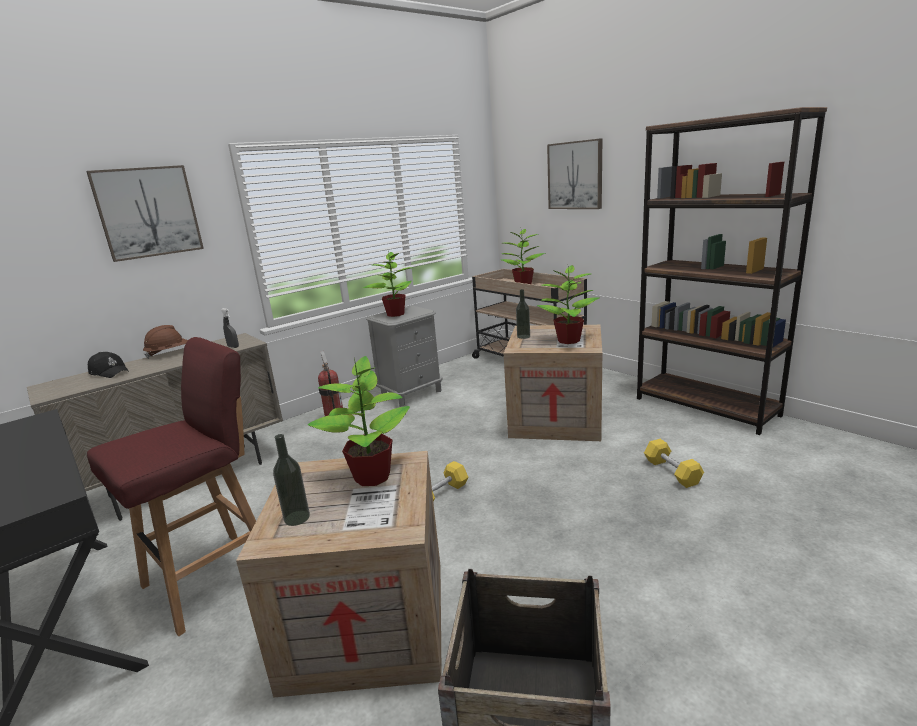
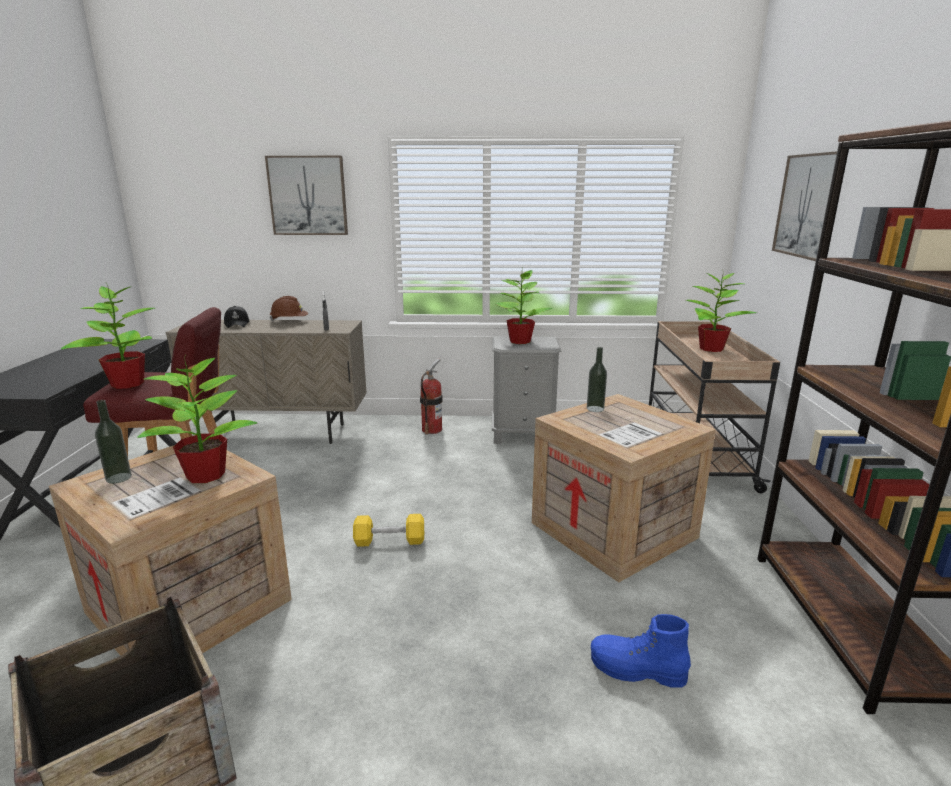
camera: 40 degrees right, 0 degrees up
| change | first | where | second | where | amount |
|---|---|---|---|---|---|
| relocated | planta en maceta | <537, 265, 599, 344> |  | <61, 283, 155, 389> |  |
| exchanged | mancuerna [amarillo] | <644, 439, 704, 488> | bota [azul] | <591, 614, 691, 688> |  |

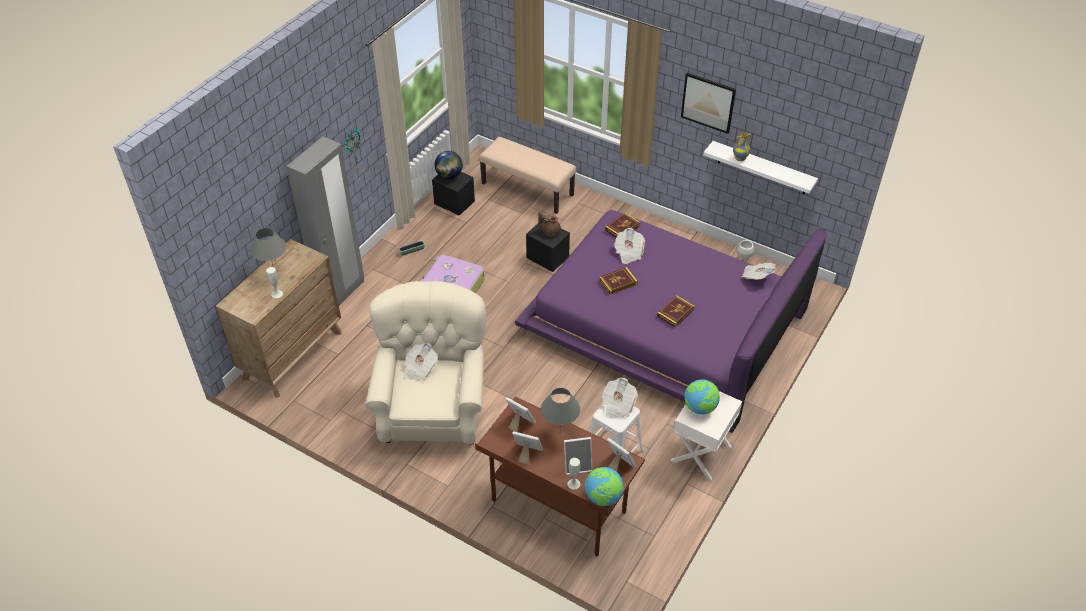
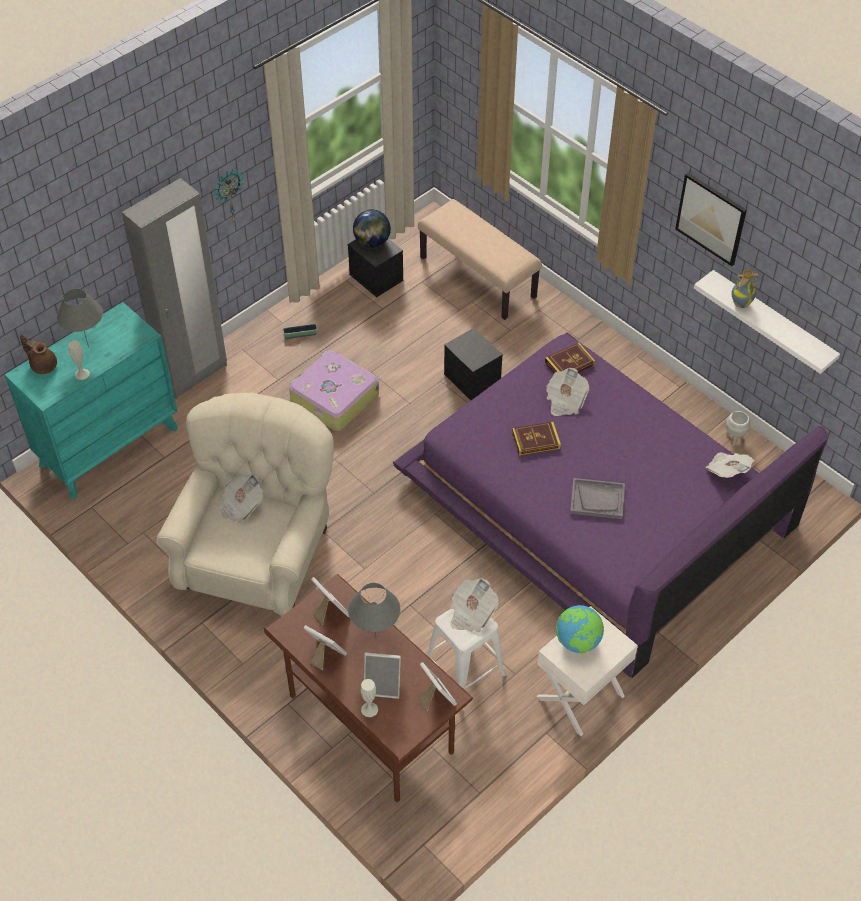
camera: 15 degrees right, 5 degrees up
| change | first | where | second | where | amount |
|---|---|---|---|---|---|
| missing | globo terráqueo | <585, 467, 624, 506> |  |  |  |
| relocated | tetera [marrón] | <538, 212, 561, 237> |  | <20, 335, 57, 374> |  |
| exchanged | libro | <657, 295, 695, 327> | bandeja [gris] | <570, 478, 625, 519> |  |
| colour | cómoda [marrón] | <216, 239, 342, 398> | cómoda [turquesa] | <5, 302, 178, 499> |  |

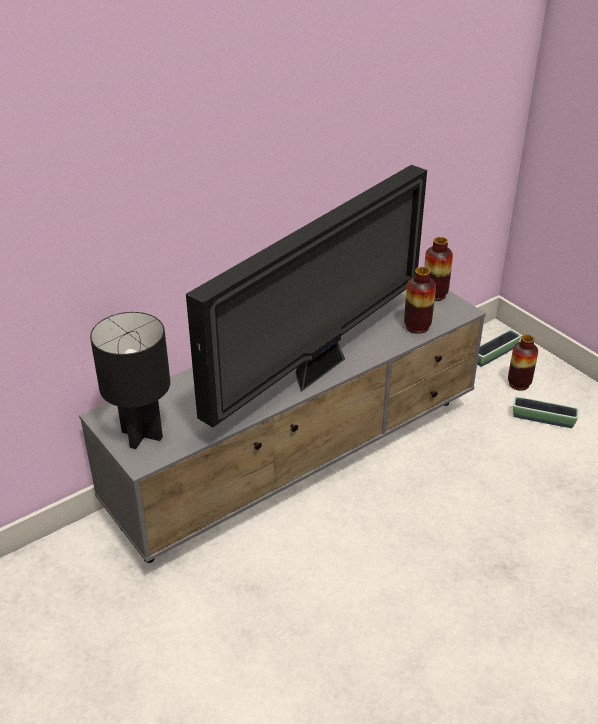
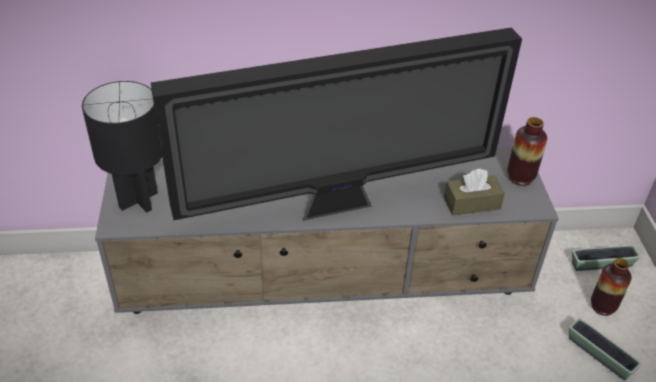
camera: 30 degrees right, 5 degrees up
| change | first | where | second | where | amount |
|---|---|---|---|---|---|
| exchanged | florero | <404, 267, 436, 334> | caja de pañuelos [marrón] | <444, 169, 505, 216> |  |

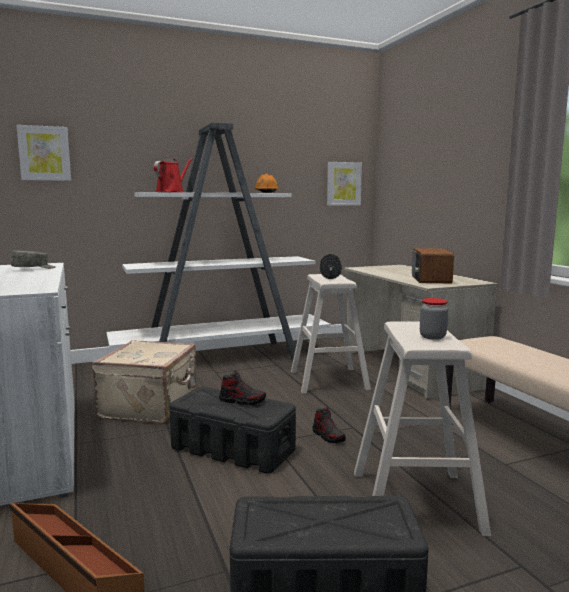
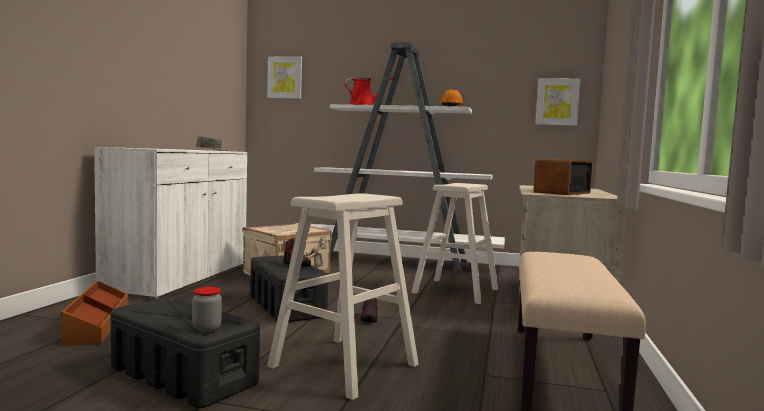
camera: 35 degrees right, 5 degrees down
| change | first | where | second | where | amount |
|---|---|---|---|---|---|
| missing | mancuerna [negro] | <320, 254, 342, 279> |  |  |  |
| relocated | tarro | <420, 298, 448, 340> |  | <192, 287, 222, 332> |  |

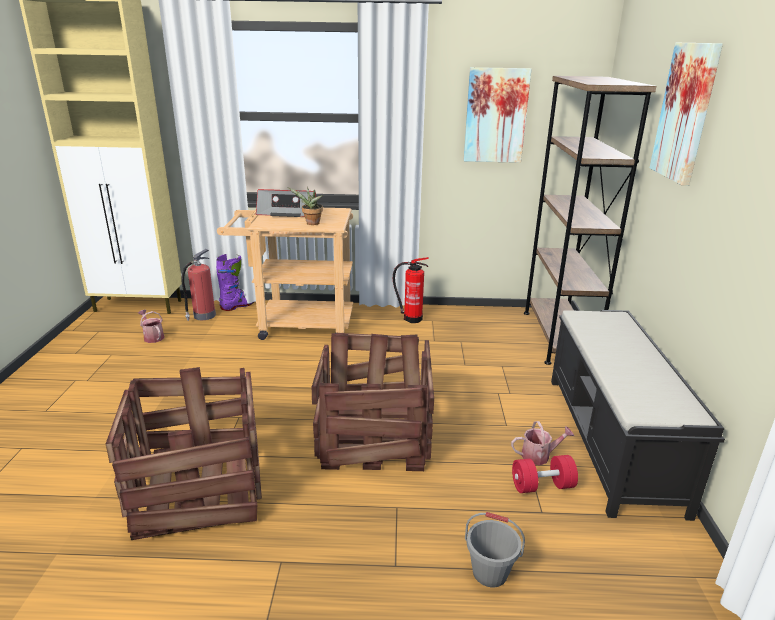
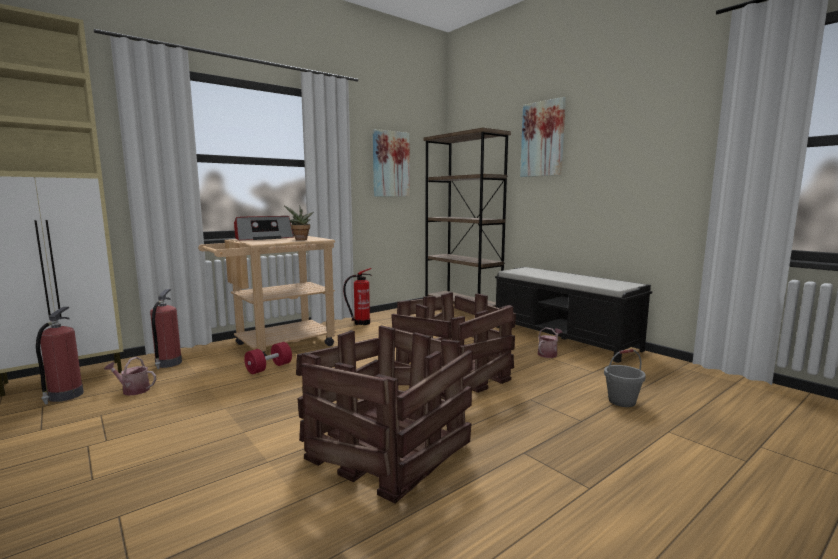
camera: 40 degrees left, 15 degrees down
| change | first | where | second | where | amount |
|---|---|---|---|---|---|
| missing | bota [morado] | <216, 254, 254, 311> |  |  |  |
| appeared |  |  | extintor | <36, 307, 84, 405> |  |
| relocated | mancuerna [rojo] | <512, 455, 578, 493> |  | <244, 342, 292, 374> |  |

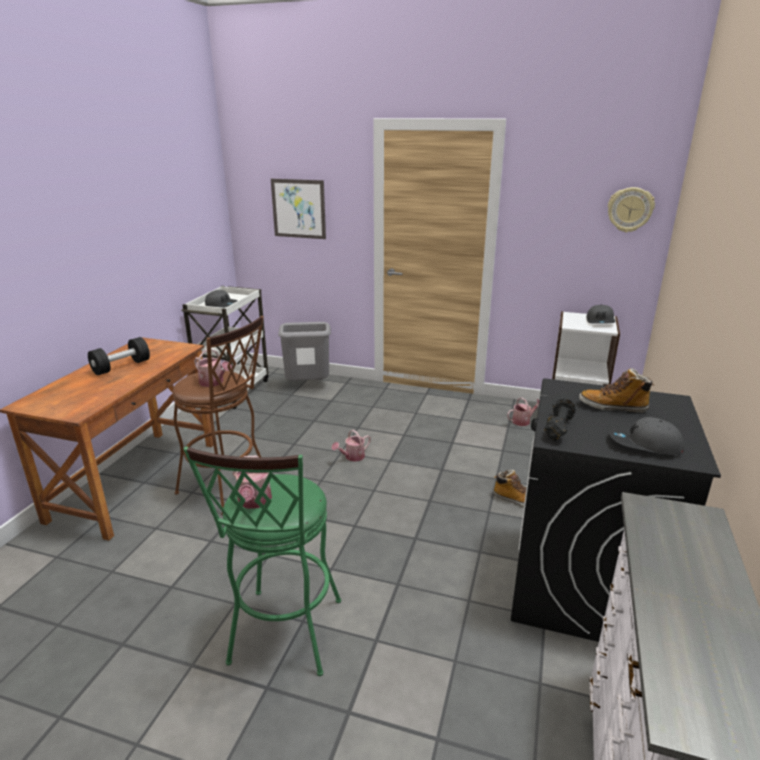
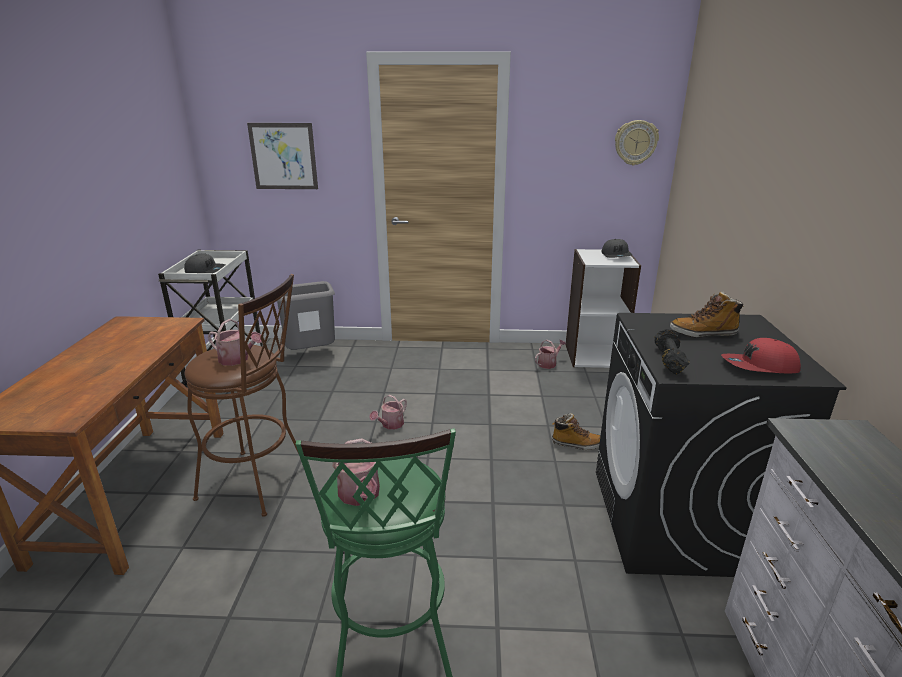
camera: 15 degrees left, 0 degrees up
| change | first | where | second | where | amount |
|---|---|---|---|---|---|
| missing | mancuerna [negro] | <88, 337, 150, 375> |  |  |  |
| colour | gorra [gris] | <609, 417, 684, 455> | gorra [rojo] | <721, 338, 801, 373> |  |

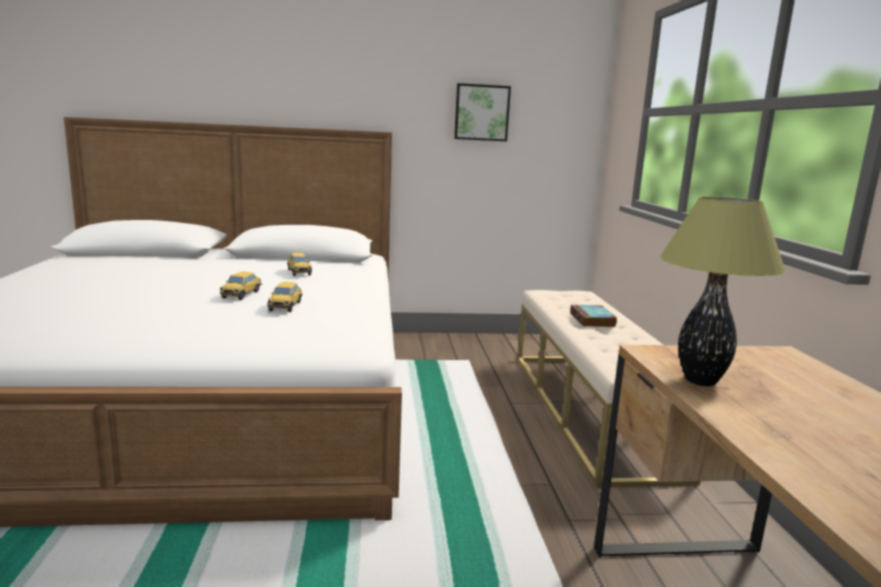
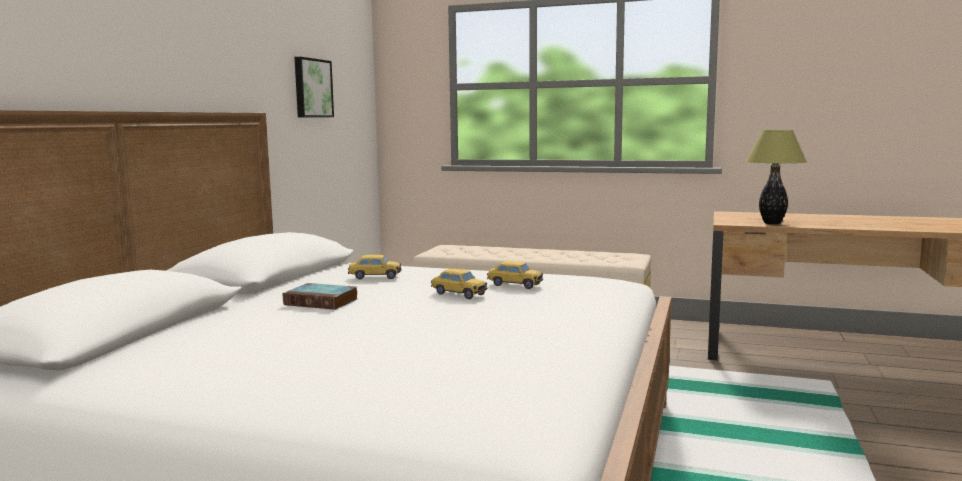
camera: 65 degrees left, 5 degrees down
| change | first | where | second | where | amount |
|---|---|---|---|---|---|
| relocated | libro | <570, 305, 617, 327> |  | <283, 283, 357, 310> |  |

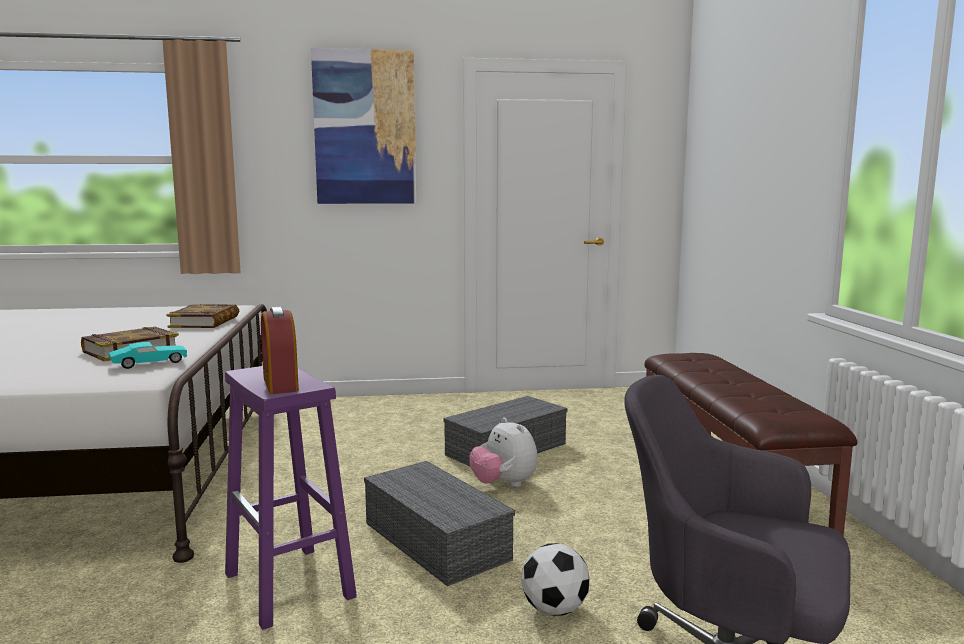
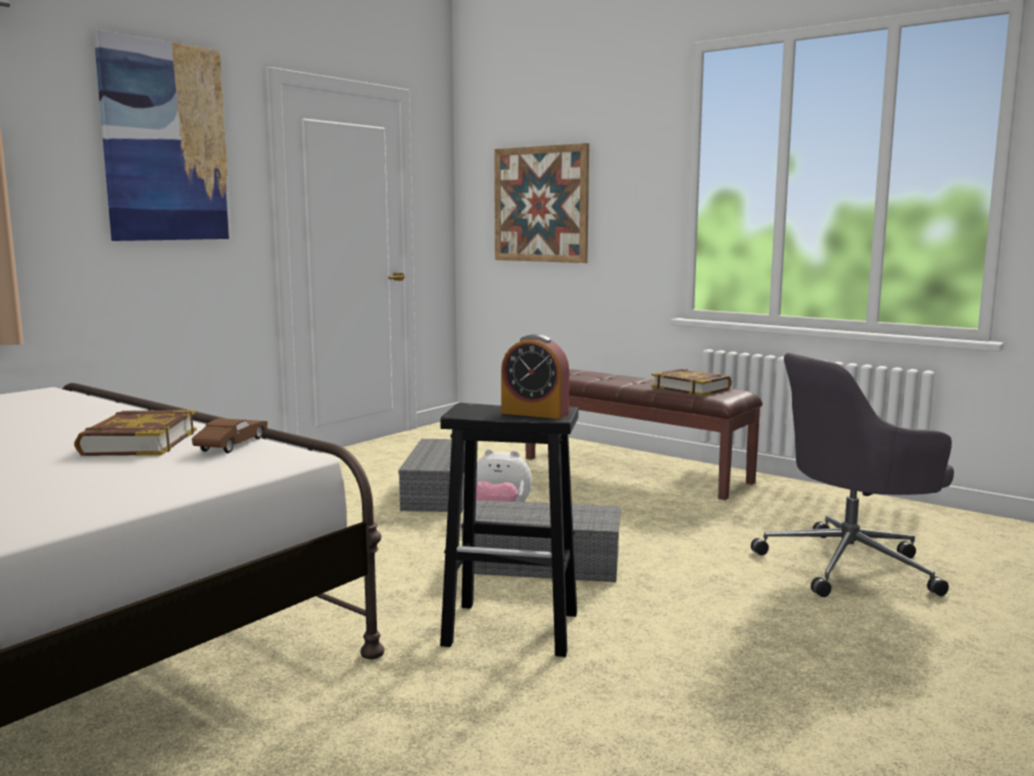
camera: 45 degrees left, 0 degrees up
| change | first | where | second | where | amount |
|---|---|---|---|---|---|
| missing | balón de fútbol | <521, 543, 590, 616> |  |  |  |
| appeared |  |  | cuadro | <494, 143, 589, 263> |  |
| relocated | libro | <166, 304, 239, 328> |  | <651, 369, 732, 396> |  |
| colour | coche de juguete [turquesa] | <108, 342, 187, 369> | coche de juguete [marrón] | <192, 418, 268, 453> |  |
| colour | taburete [morado] | <225, 366, 357, 630> | taburete [negro] | <440, 403, 578, 657> |  |

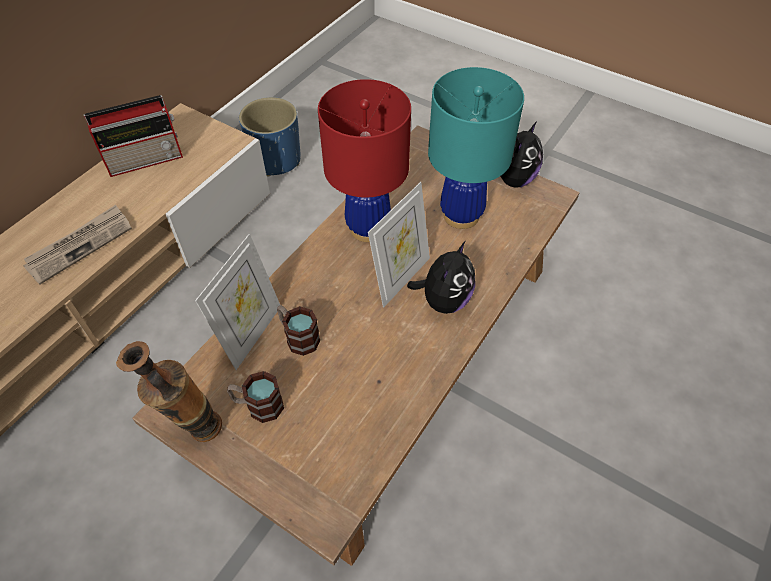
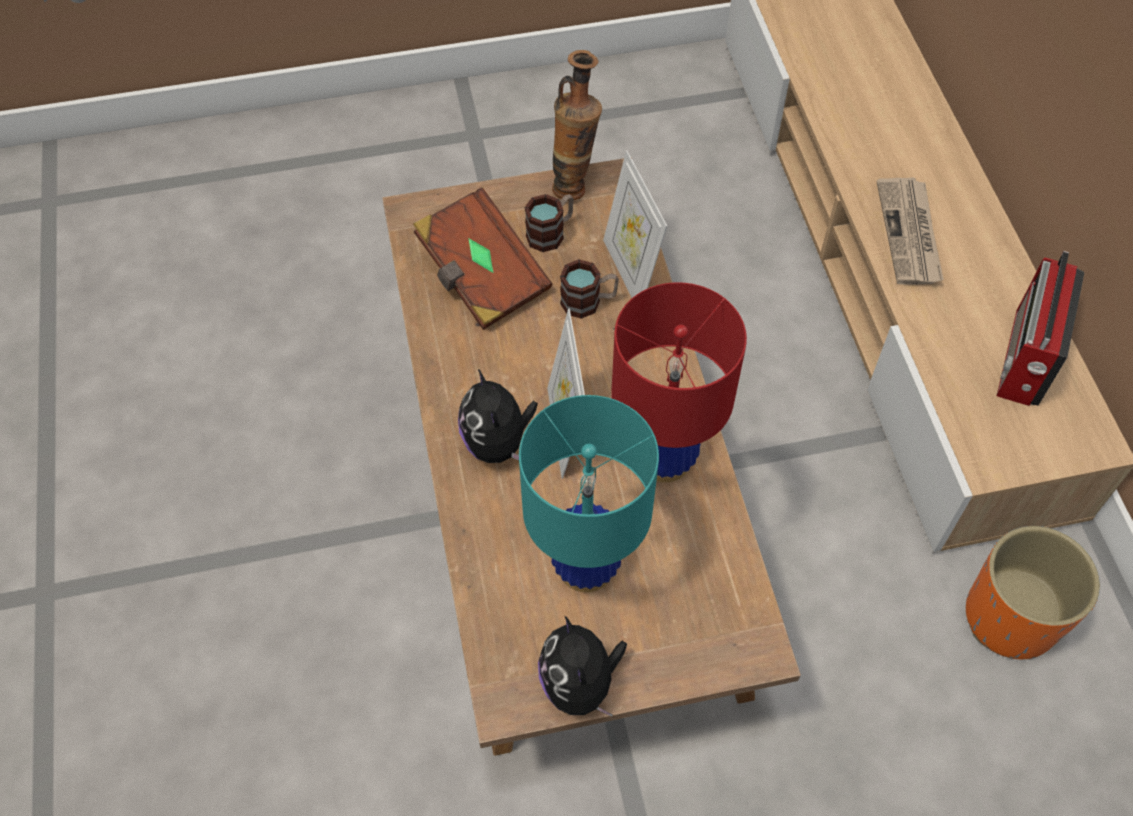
camera: 135 degrees right, 5 degrees up
| change | first | where | second | where | amount |
|---|---|---|---|---|---|
| appeared |  |  | libro [marrón] | <413, 187, 553, 330> |  |
| colour | maceta [azul] | <239, 97, 301, 177> | maceta [naranja] | <966, 526, 1100, 659> |  |

